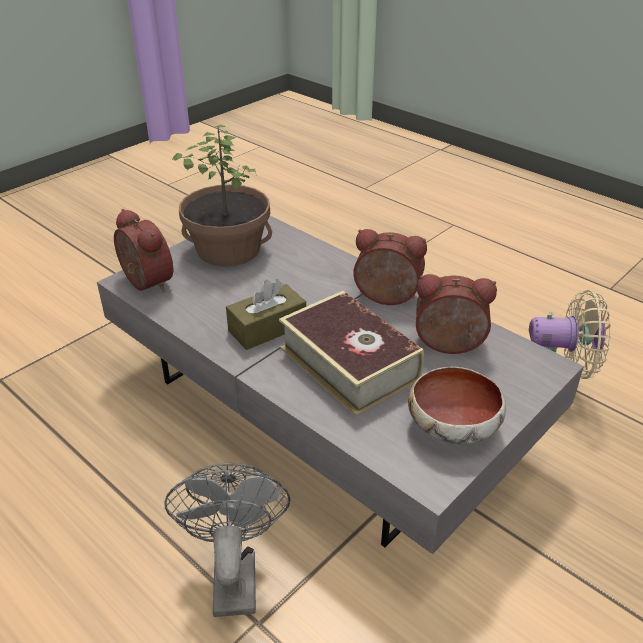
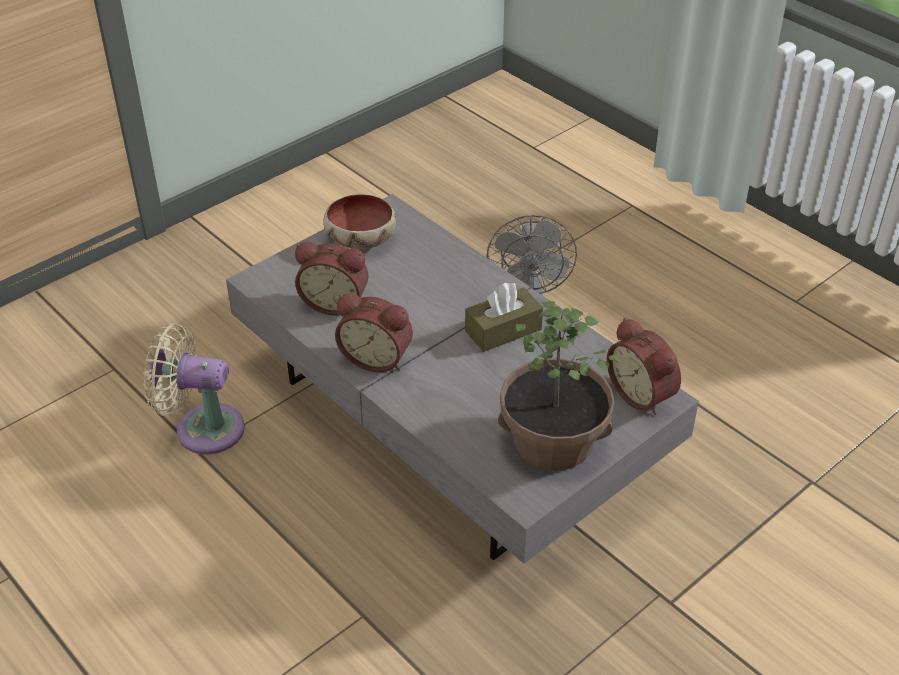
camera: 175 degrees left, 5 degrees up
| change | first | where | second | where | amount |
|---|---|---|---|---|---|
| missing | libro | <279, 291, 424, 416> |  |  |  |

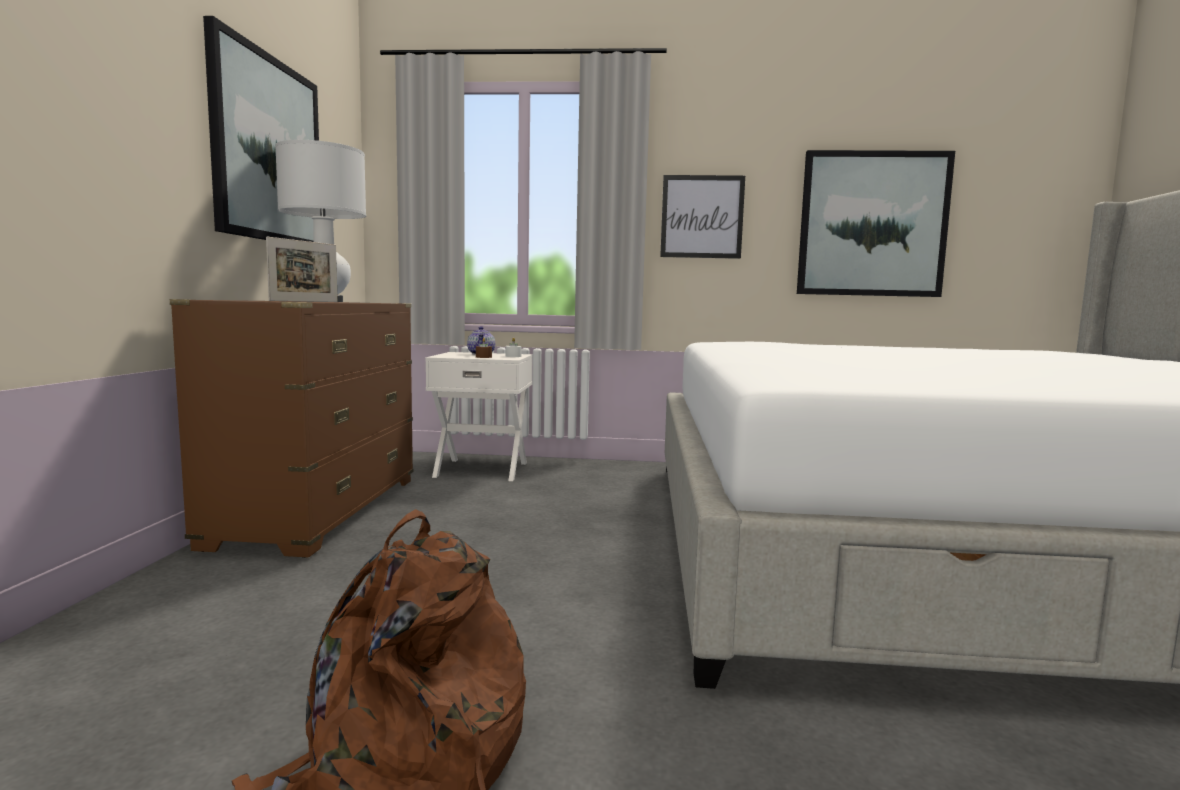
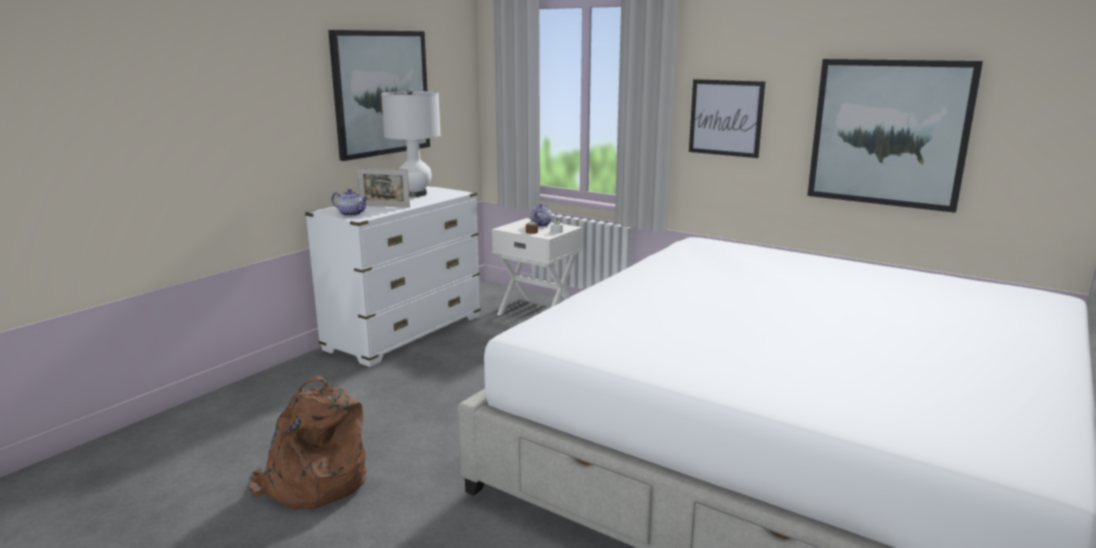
camera: 30 degrees right, 10 degrees up
| change | first | where | second | where | amount |
|---|---|---|---|---|---|
| appeared |  |  | tetera | <332, 189, 368, 216> |  |
| colour | cómoda [marrón] | <170, 299, 414, 558> | cómoda [blanco] | <305, 186, 481, 367> |  |
| spun | portarretratos | <266, 236, 338, 302> |  | <357, 168, 410, 208> | 45 degrees clockwise |

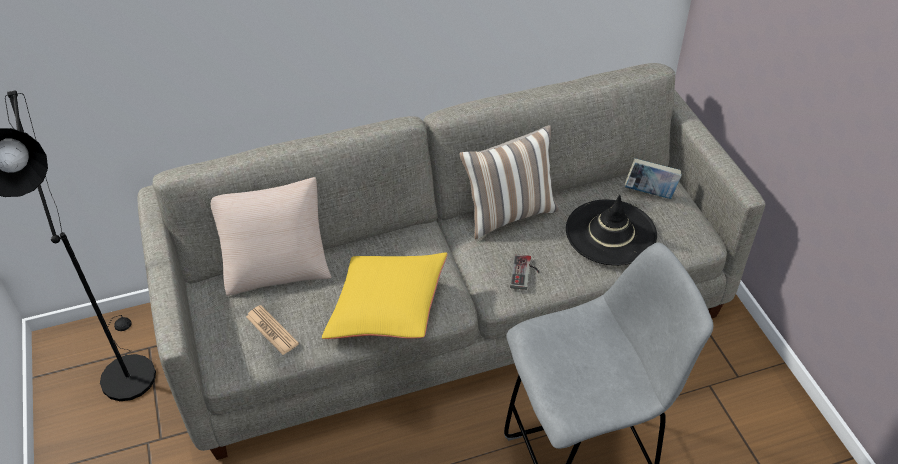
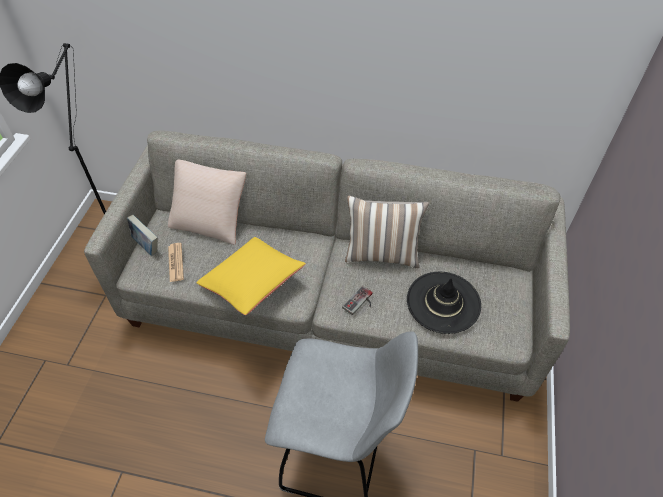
camera: 30 degrees right, 5 degrees up
| change | first | where | second | where | amount |
|---|---|---|---|---|---|
| relocated | libro | <625, 158, 682, 199> |  | <127, 215, 158, 256> |  |

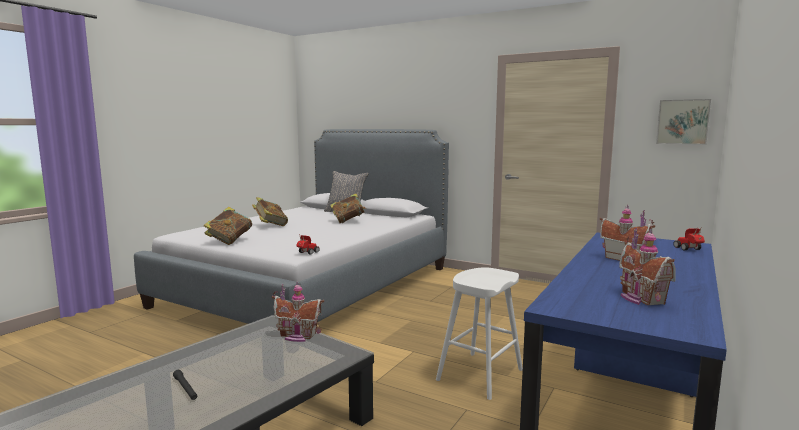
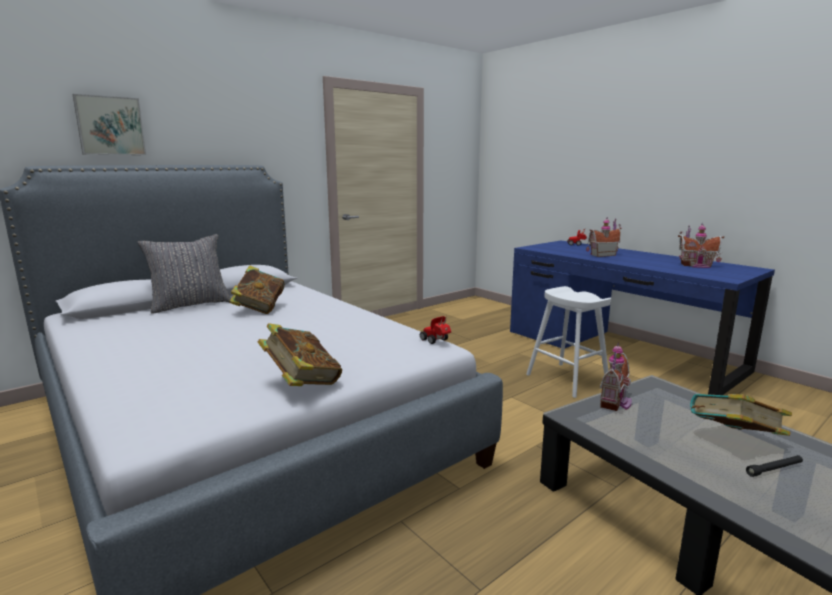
camera: 70 degrees left, 5 degrees up
| change | first | where | second | where | amount |
|---|---|---|---|---|---|
| relocated | libro | <252, 197, 288, 226> |  | <690, 394, 792, 436> |  |
| relocated | cuadro | <656, 99, 711, 145> |  | <72, 94, 146, 155> |  |

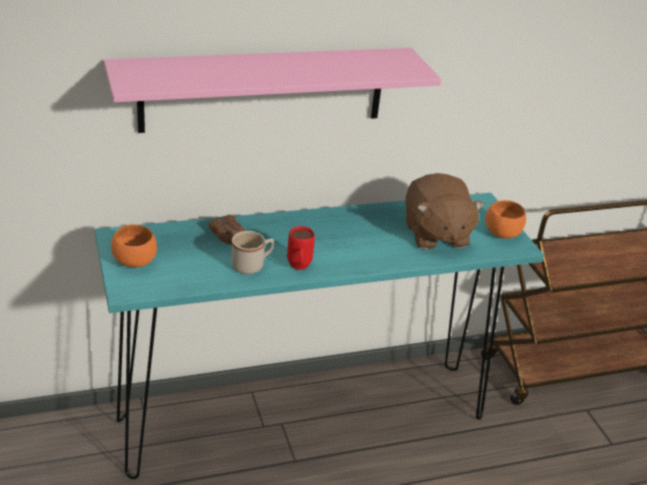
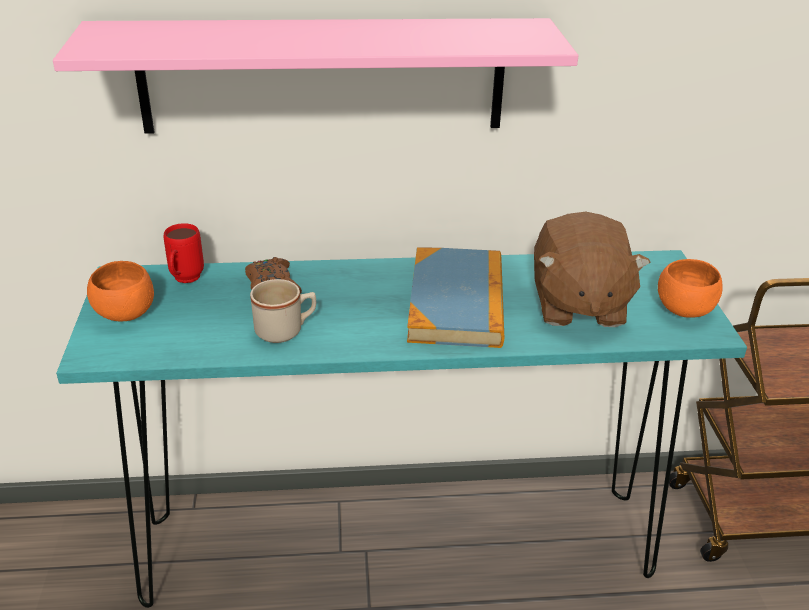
camera: 15 degrees right, 0 degrees up
| change | first | where | second | where | amount |
|---|---|---|---|---|---|
| appeared |  |  | libro | <407, 247, 504, 348> |  |
| relocated | taza grande [rojo] | <287, 226, 315, 270> |  | <164, 223, 204, 283> |  |

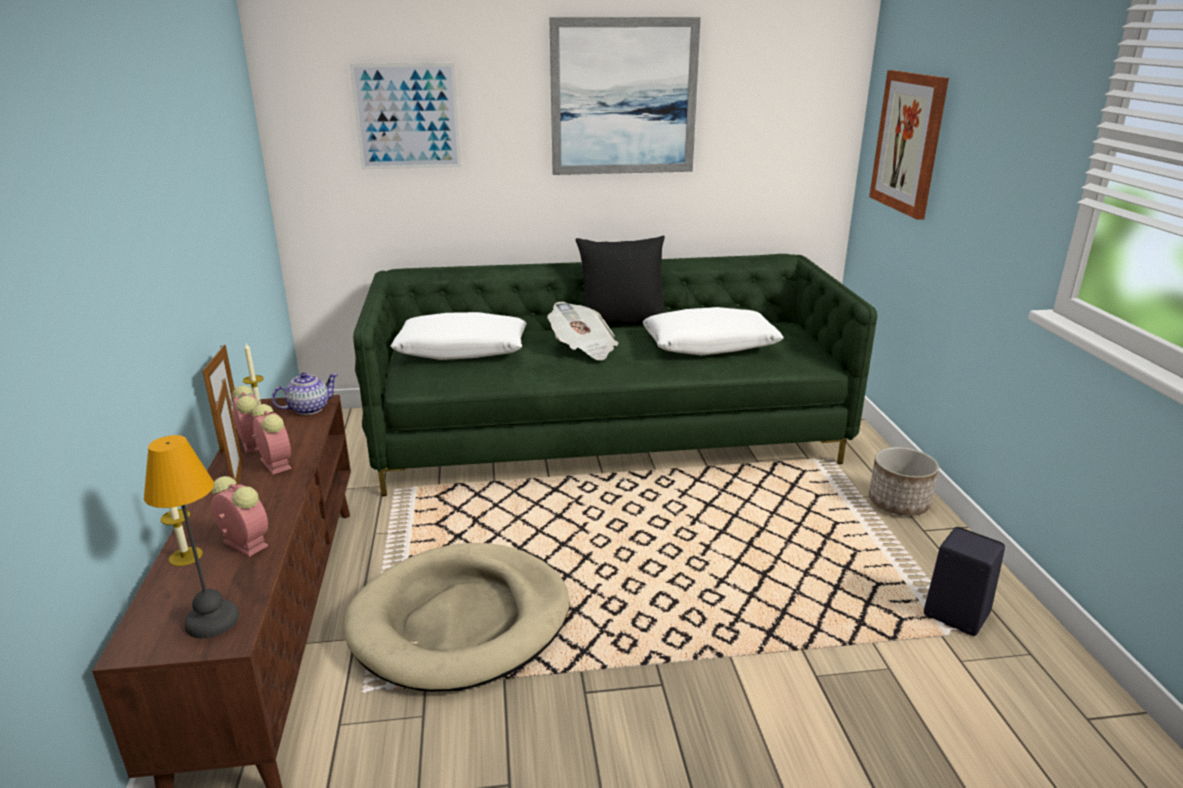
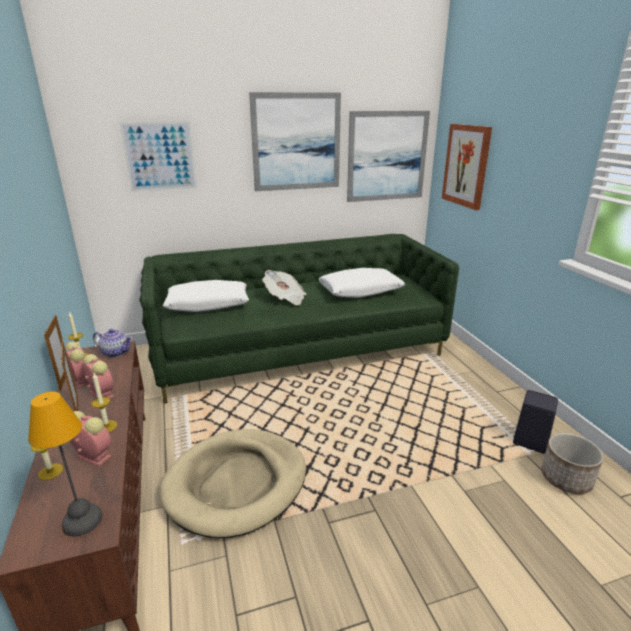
camera: 10 degrees left, 0 degrees up
| change | first | where | second | where | amount |
|---|---|---|---|---|---|
| missing | cojín [negro] | <576, 236, 666, 325> |  |  |  |
| appeared |  |  | vela | <92, 373, 118, 432> |  |
| appeared |  |  | cuadro | <347, 111, 430, 202> |  |
| relocated | maceta | <869, 447, 939, 516> |  | <542, 433, 604, 494> |  |
| spun | tetera | <272, 372, 338, 415> |  | <93, 329, 133, 357> | 60 degrees clockwise |

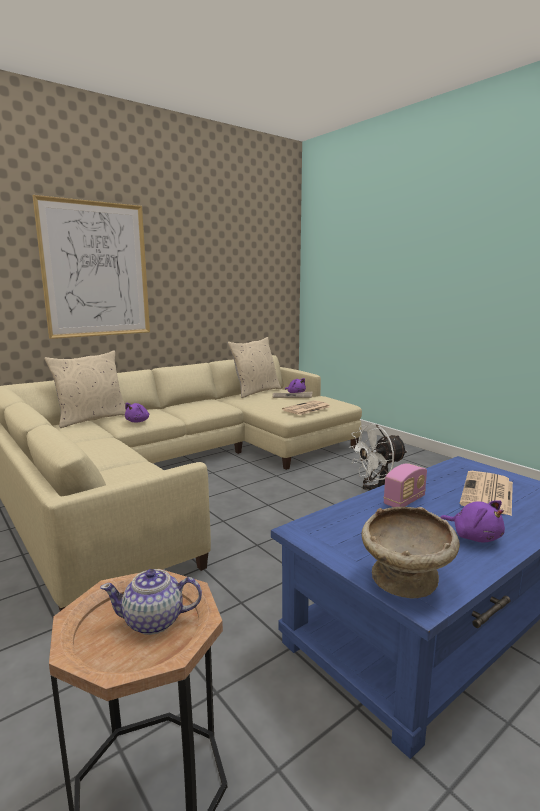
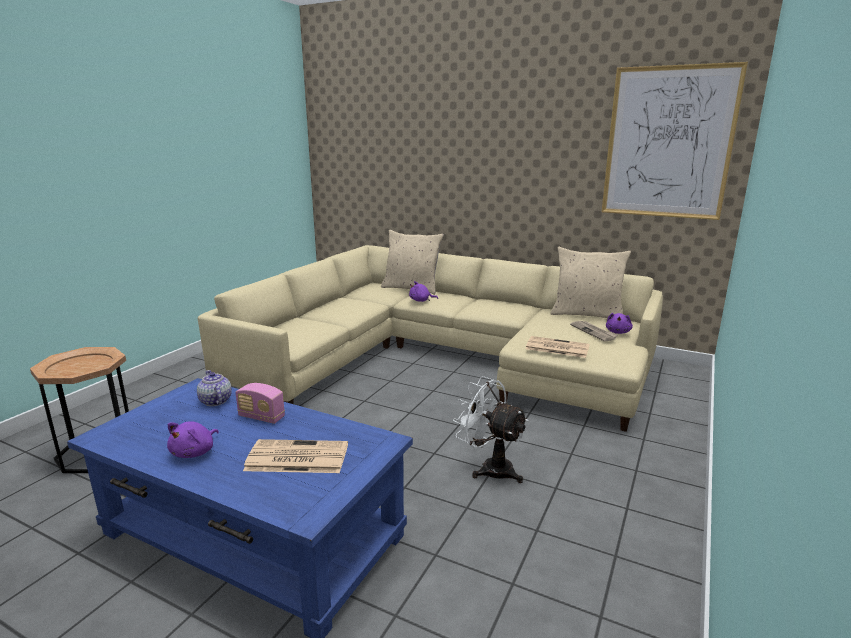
camera: 65 degrees right, 5 degrees up
| change | first | where | second | where | amount |
|---|---|---|---|---|---|
| missing | cuenco [beis] | <362, 507, 460, 599> |  |  |  |
| relocated | cuadro | <32, 195, 150, 339> |  | <602, 62, 748, 220> |  |
| relocated | tetera | <100, 569, 202, 635> |  | <197, 370, 232, 406> |  |

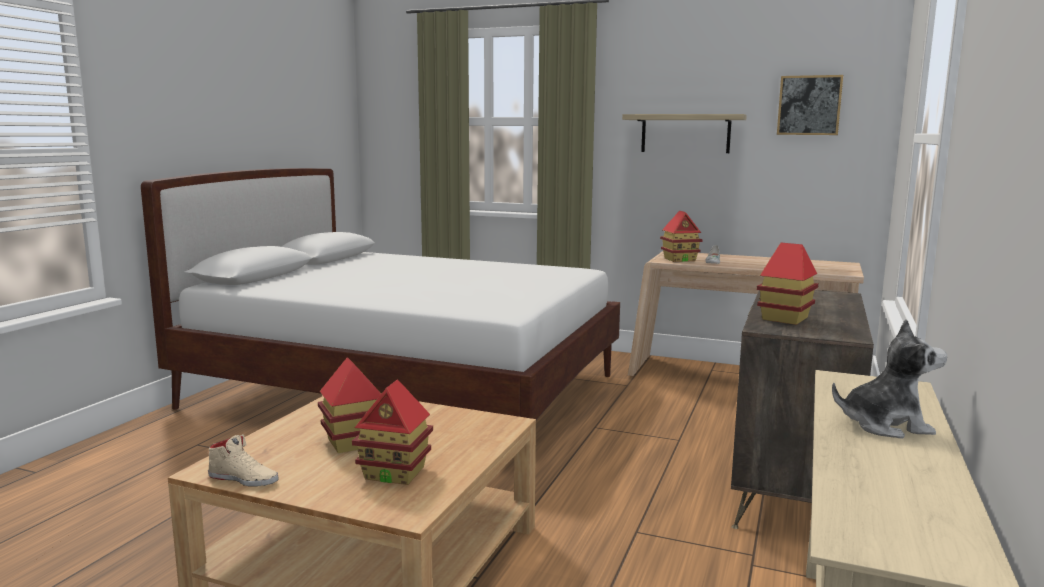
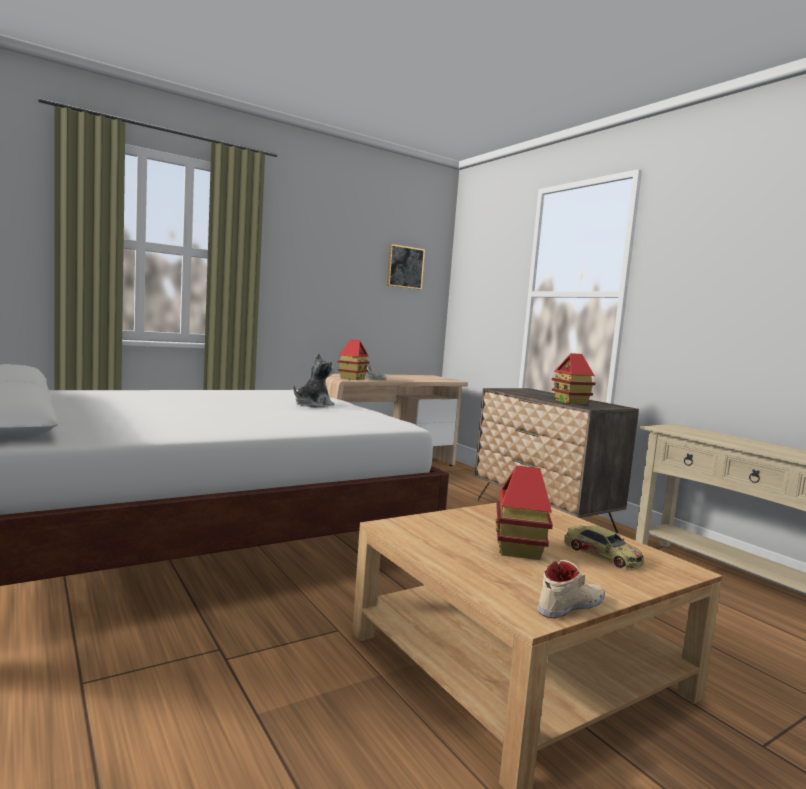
camera: 55 degrees left, 5 degrees down
| change | first | where | second | where | amount |
|---|---|---|---|---|---|
| missing | estante | <622, 114, 747, 153> |  |  |  |
| relocated | peluche | <832, 319, 947, 438> |  | <294, 353, 335, 407> |  |
| exchanged | casita | <352, 380, 433, 485> | coche de juguete | <564, 525, 644, 569> |  |

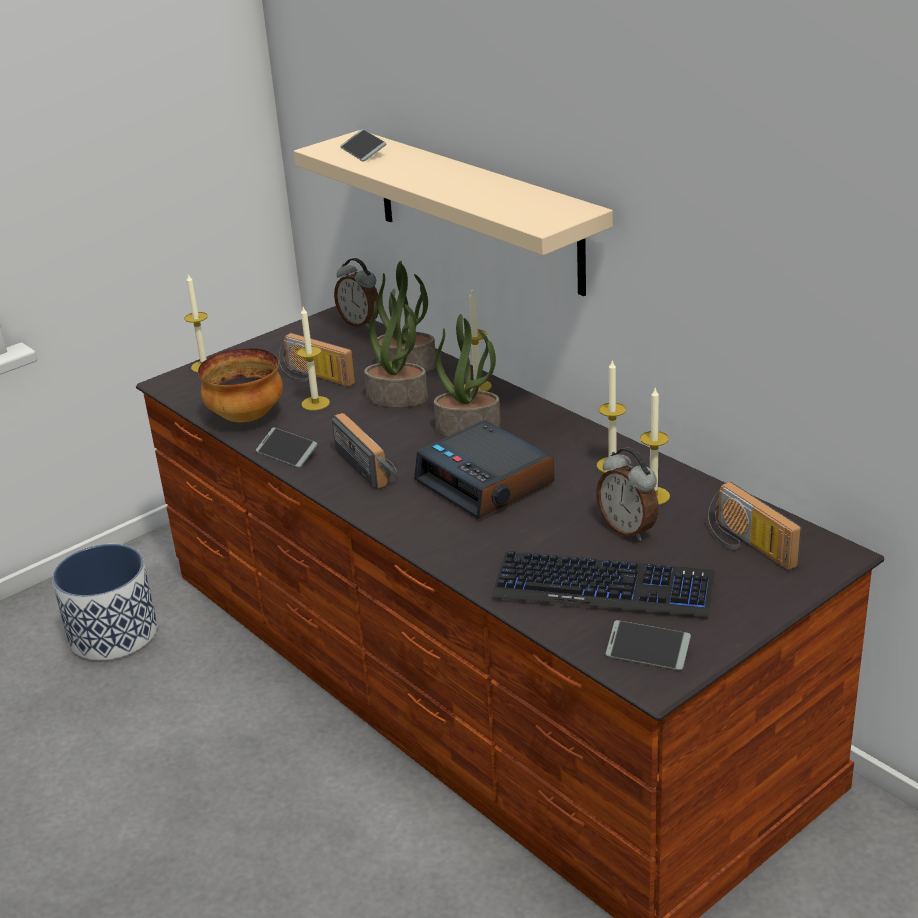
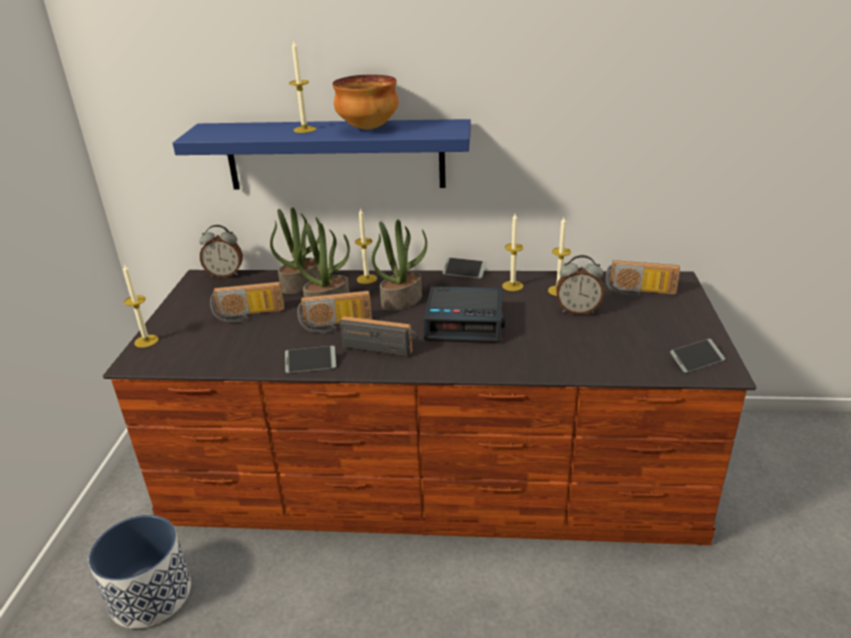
camera: 45 degrees left, 0 degrees up
| change | first | where | second | where | amount |
|---|---|---|---|---|---|
| missing | teclado | <492, 551, 714, 616> |  |  |  |
| appeared |  |  | radio | <297, 291, 372, 333> |  |
| relocated | cuenco | <198, 348, 283, 423> |  | <332, 74, 399, 129> |  |
| relocated | vela | <297, 307, 330, 411> |  | <289, 40, 316, 133> |  |
| relocated | móvil | <340, 129, 387, 162> |  | <442, 257, 486, 278> |  |
| colour | estante [beis] | <294, 130, 613, 296> | estante [azul] | <173, 119, 471, 190> |  |

